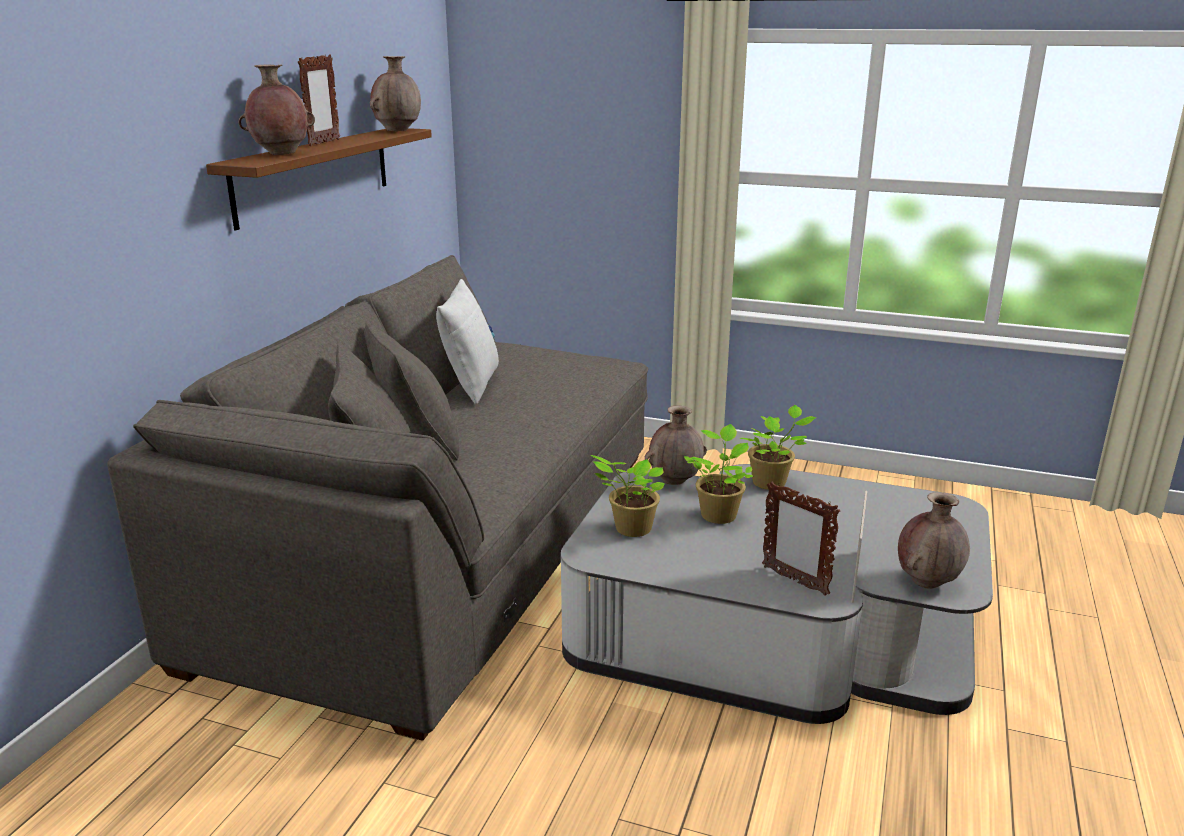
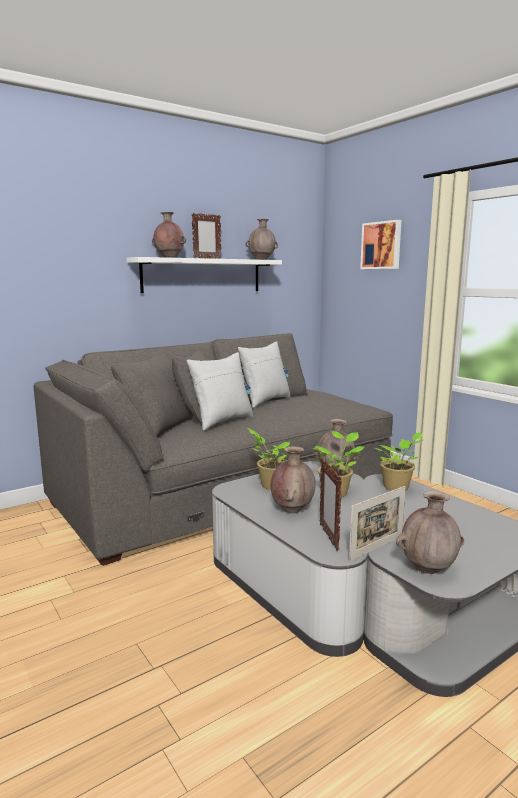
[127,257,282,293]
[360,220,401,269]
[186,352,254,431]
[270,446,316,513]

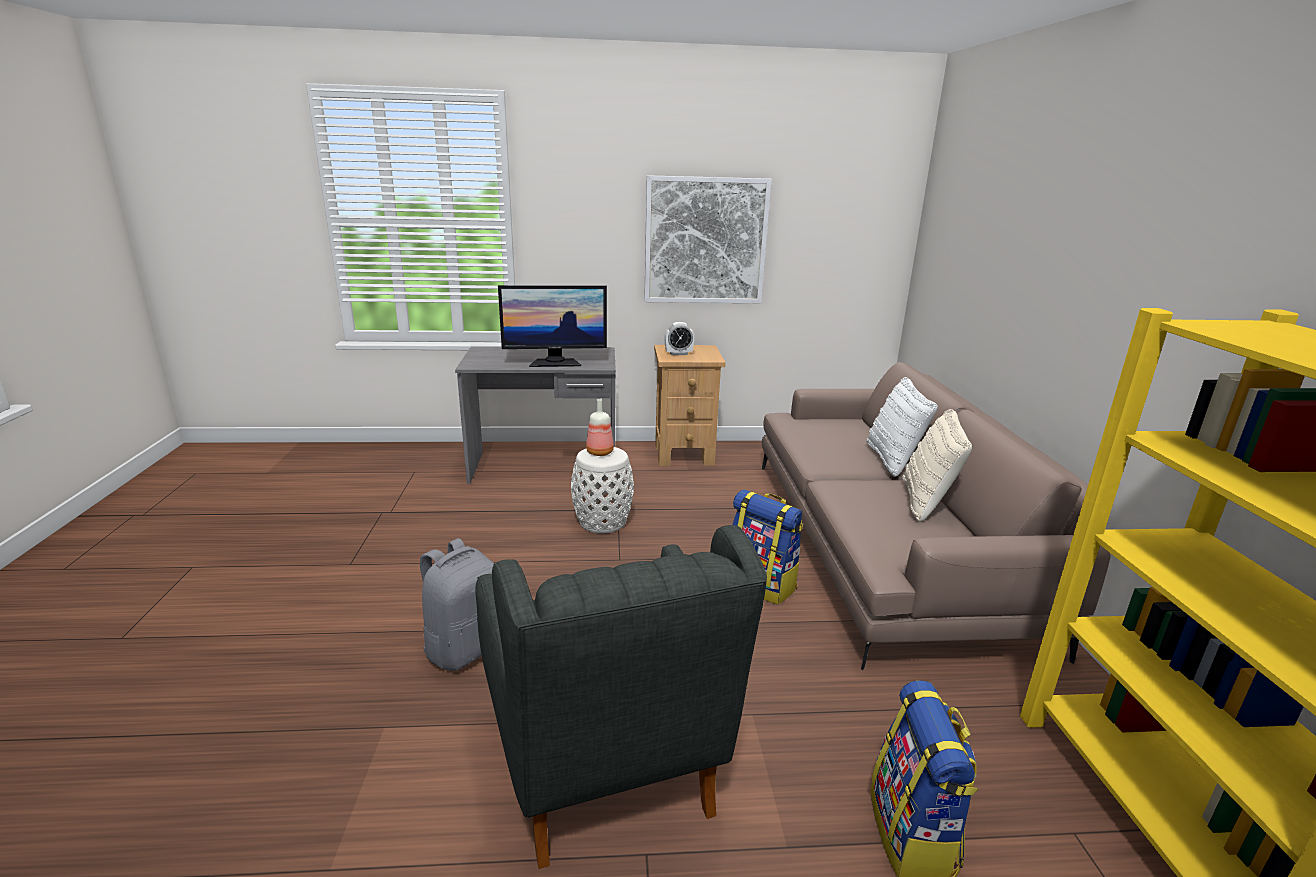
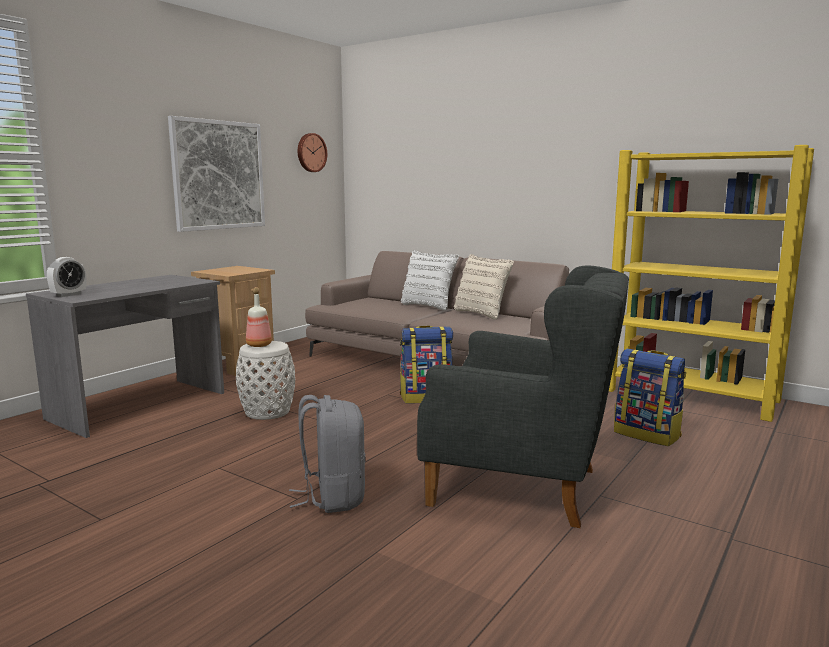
[498,285,607,367] (first image)
[47,257,86,297]
[298,133,327,172]

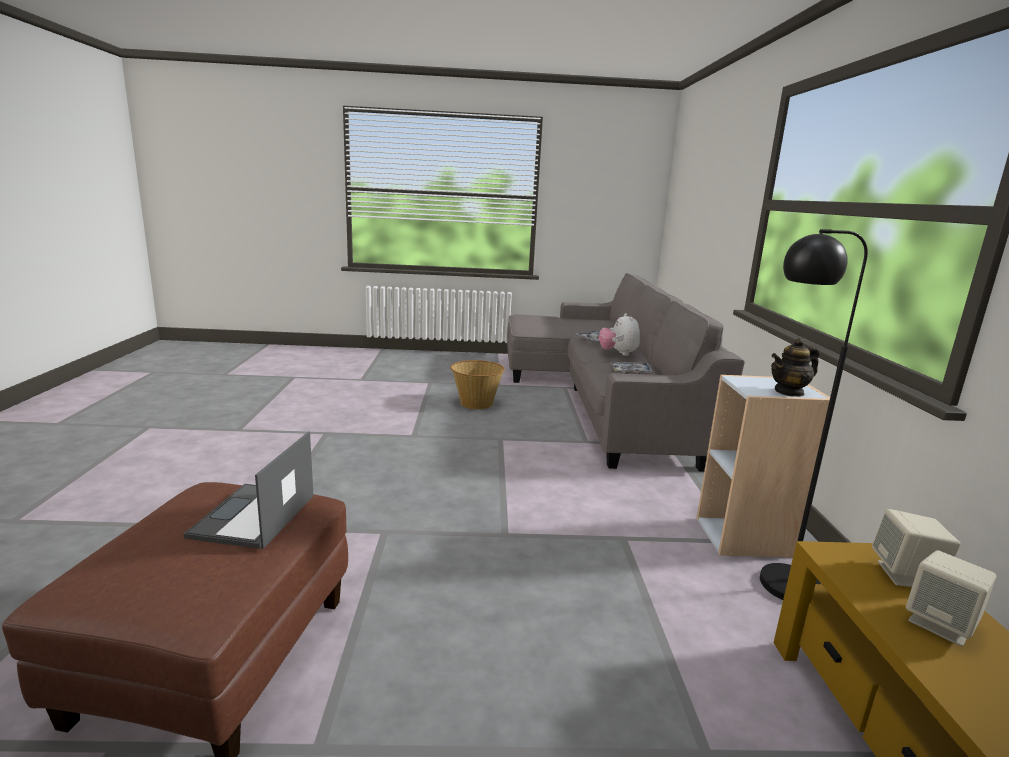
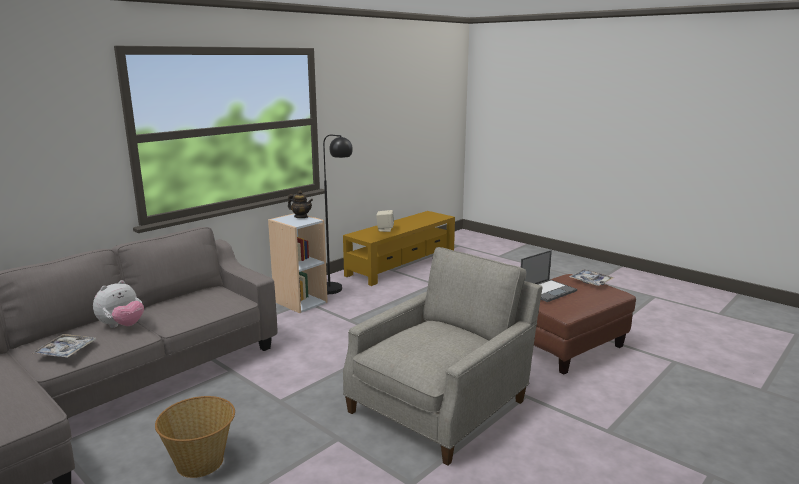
[569,269,614,286]
[872,509,961,587] (first image)
[343,247,542,466]

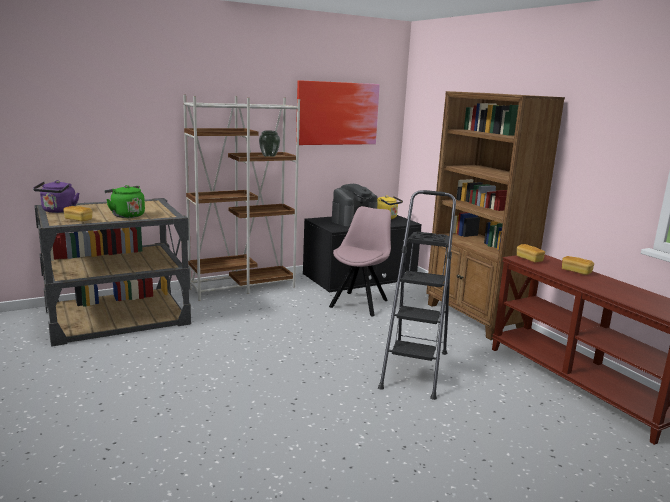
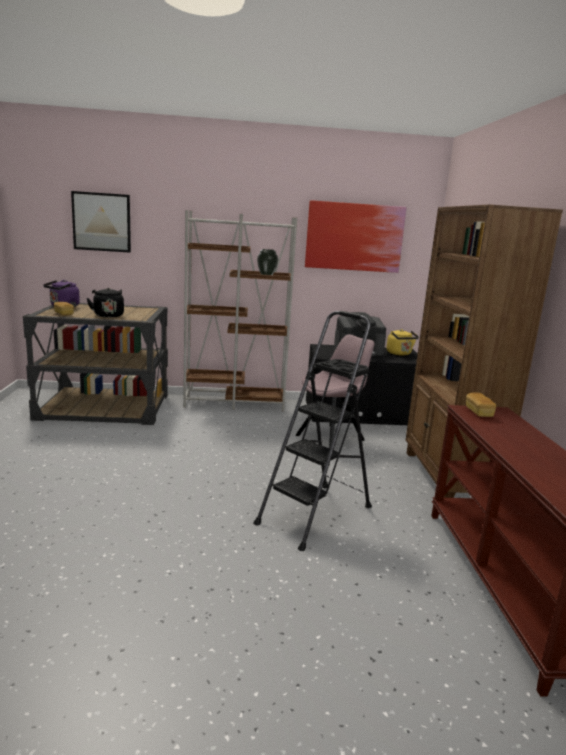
[87,288,124,318]
[562,256,594,275] (first image)
[71,191,131,253]

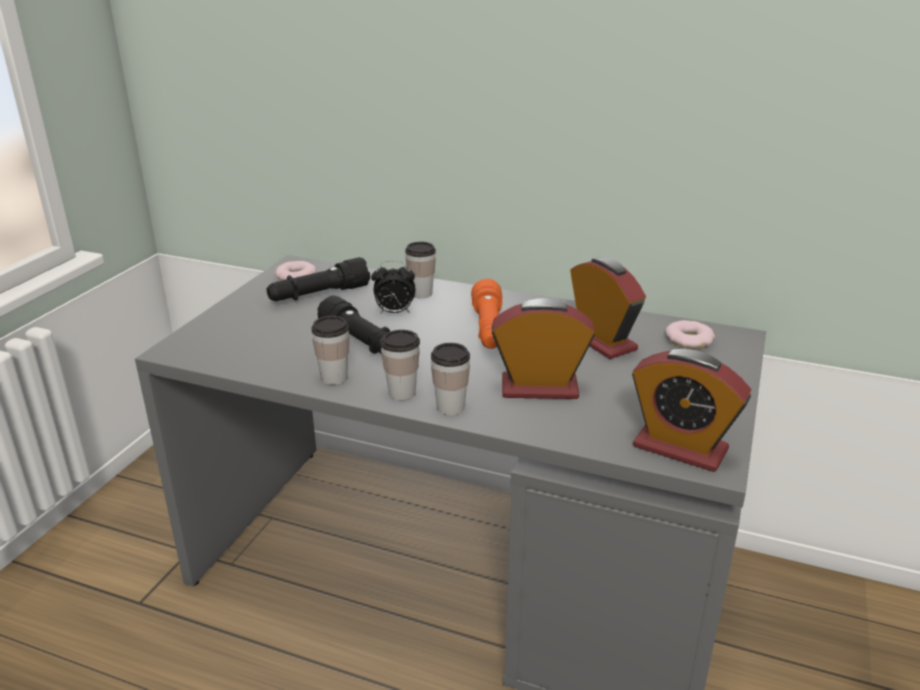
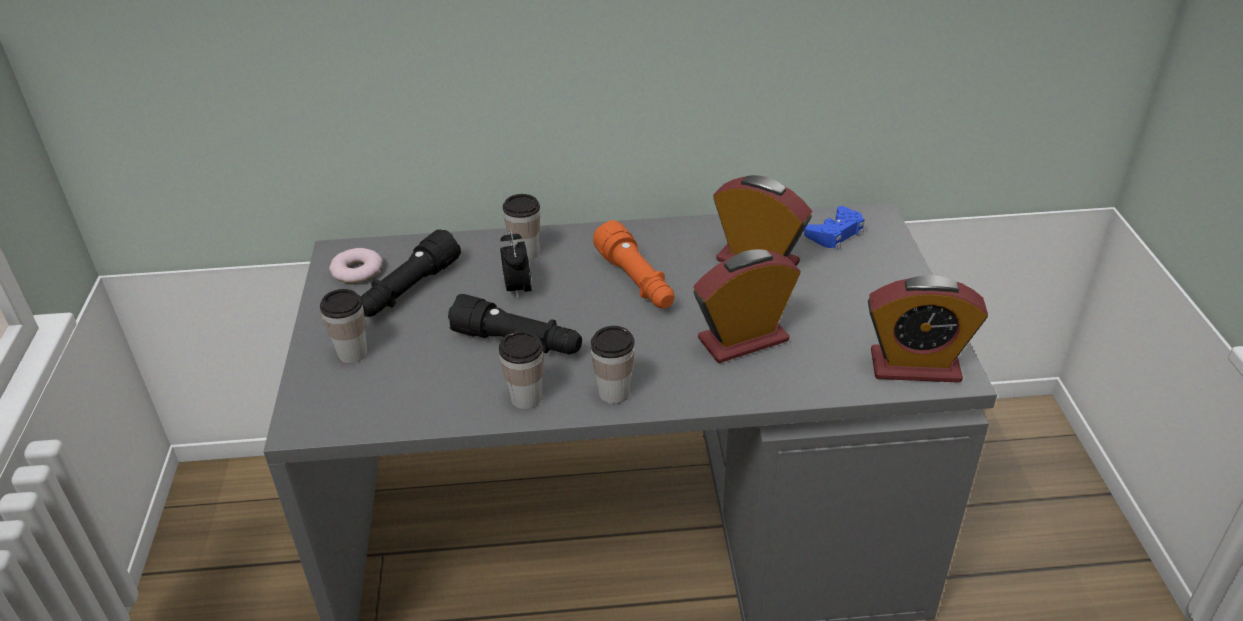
[500,229,532,300]
[804,206,864,250]
[320,289,367,363]

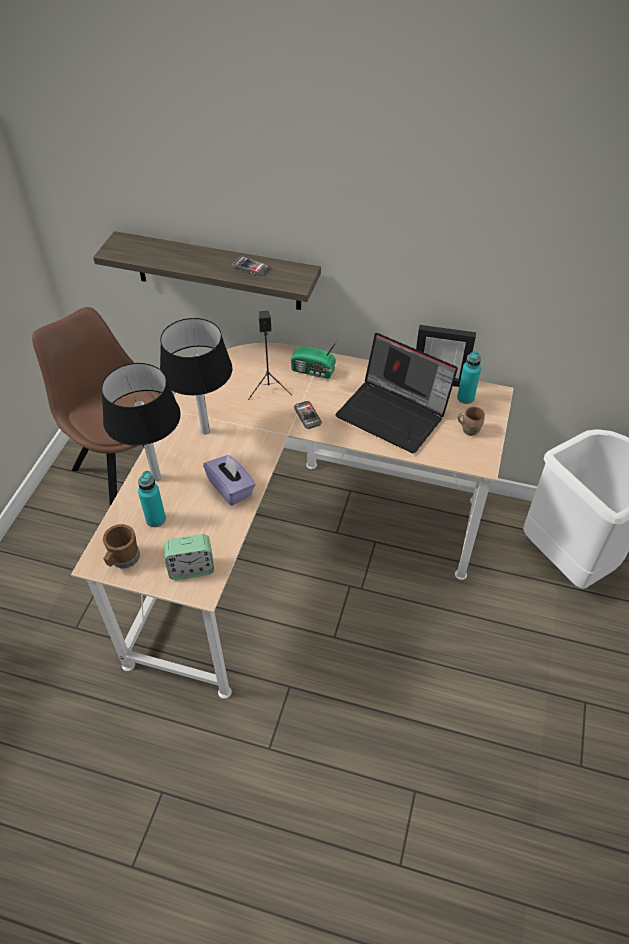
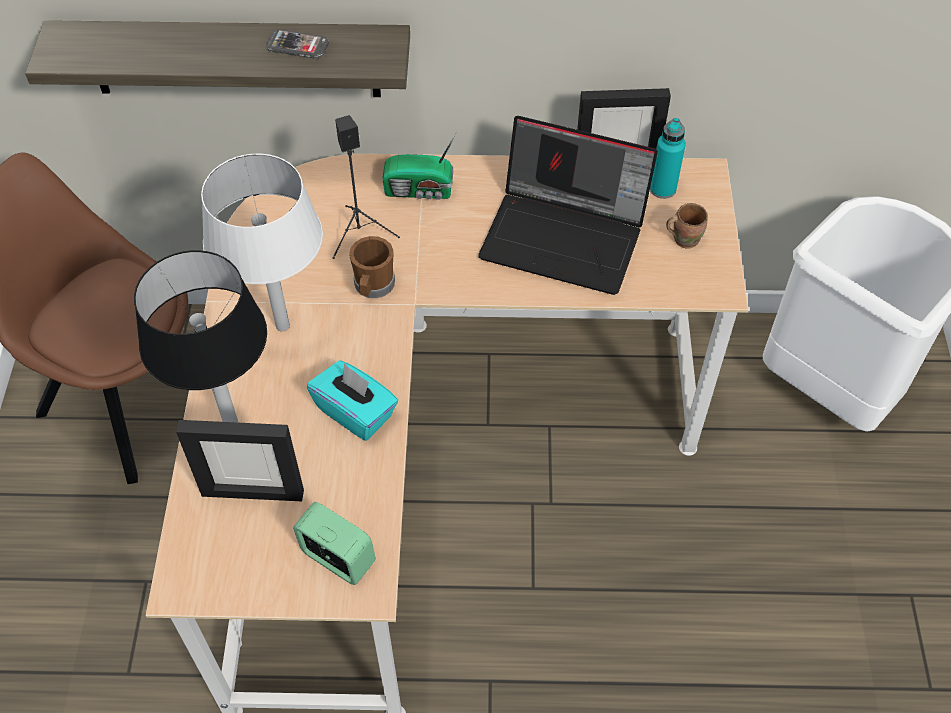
[201,154,323,331]
[294,401,322,429] (first image)
[307,360,398,441]
[176,420,304,501]
[349,236,395,298]
[293,502,376,585]

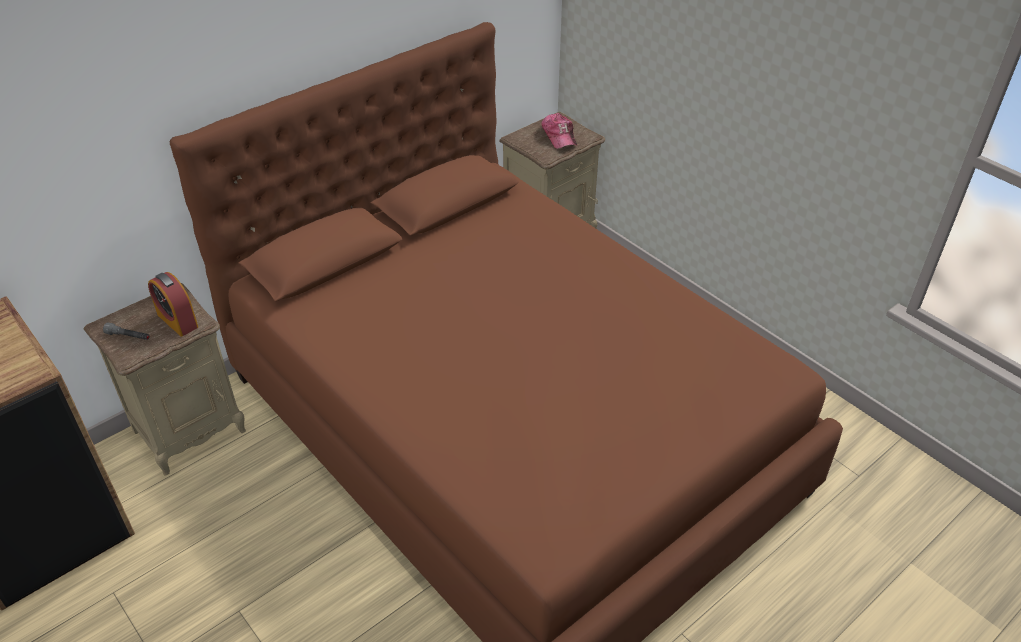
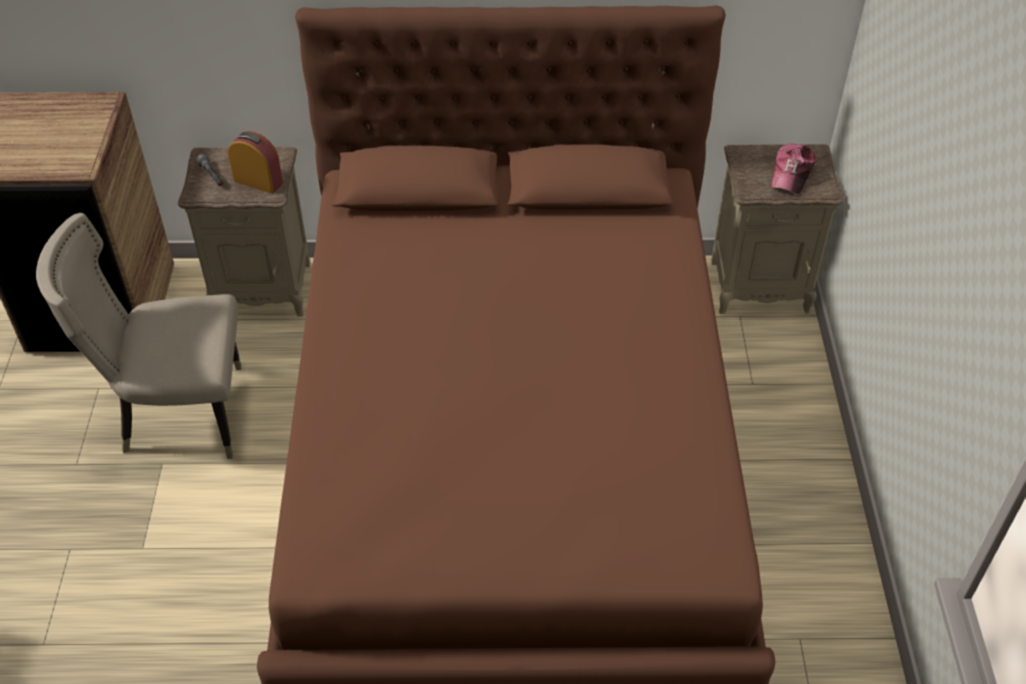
[228,131,283,194]
[36,213,241,459]

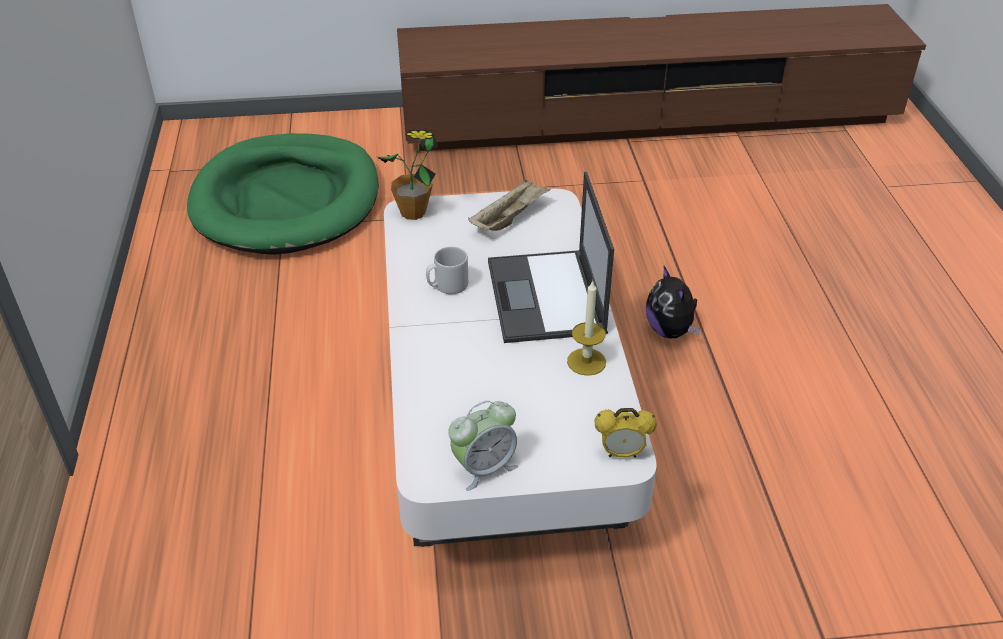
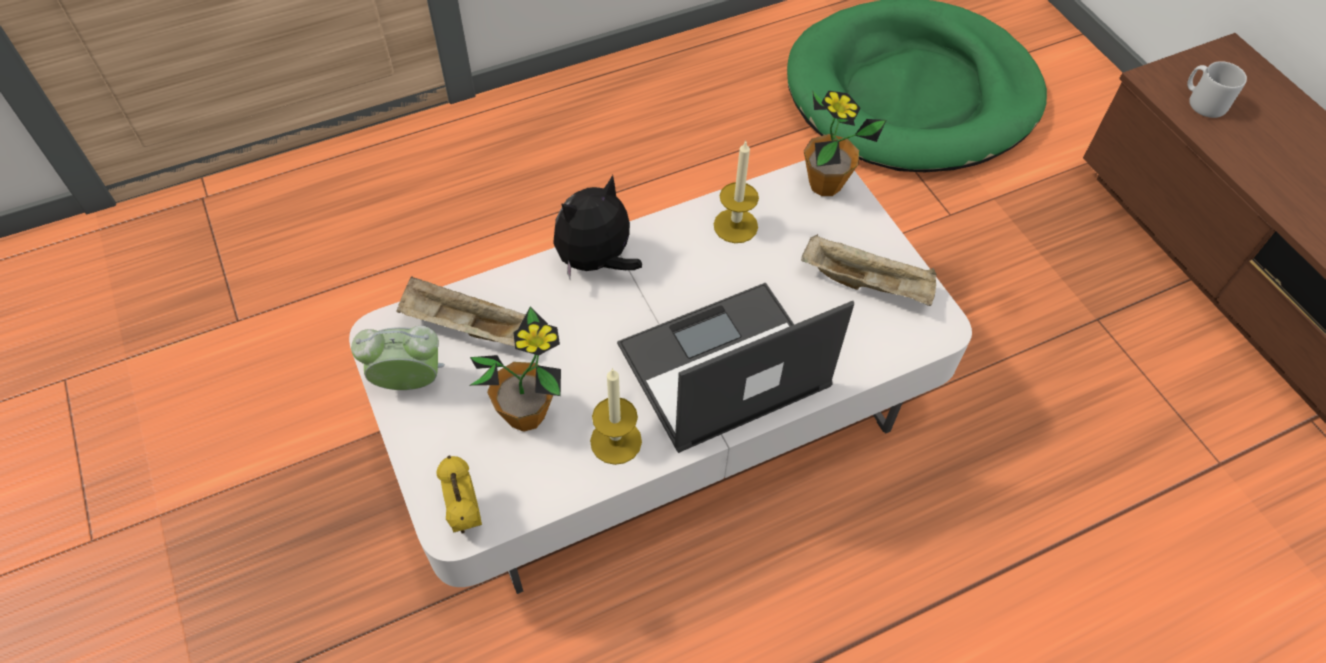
[1187,61,1247,118]
[553,175,642,279]
[351,326,445,390]
[714,141,759,243]
[396,276,526,346]
[469,306,561,432]

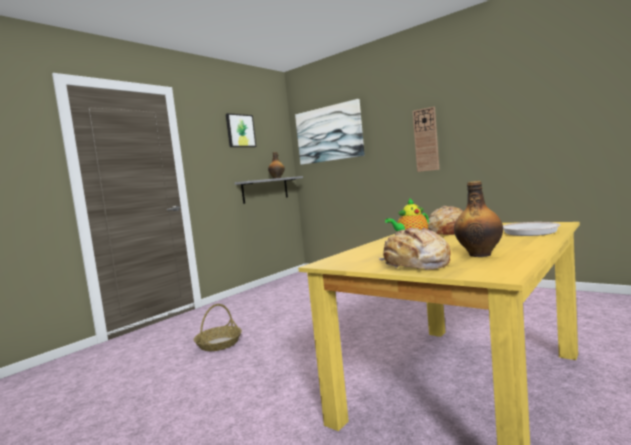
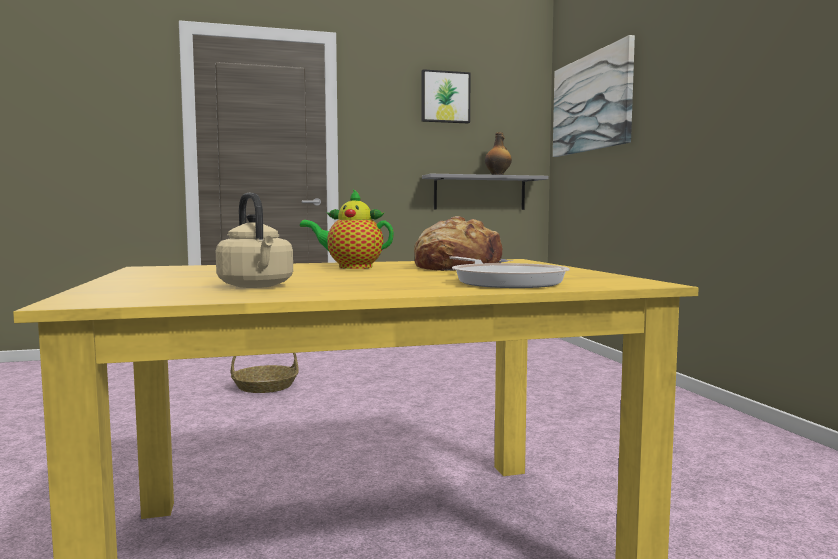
[413,106,440,172] (first image)
[216,193,293,288]
[379,228,451,269] (first image)

